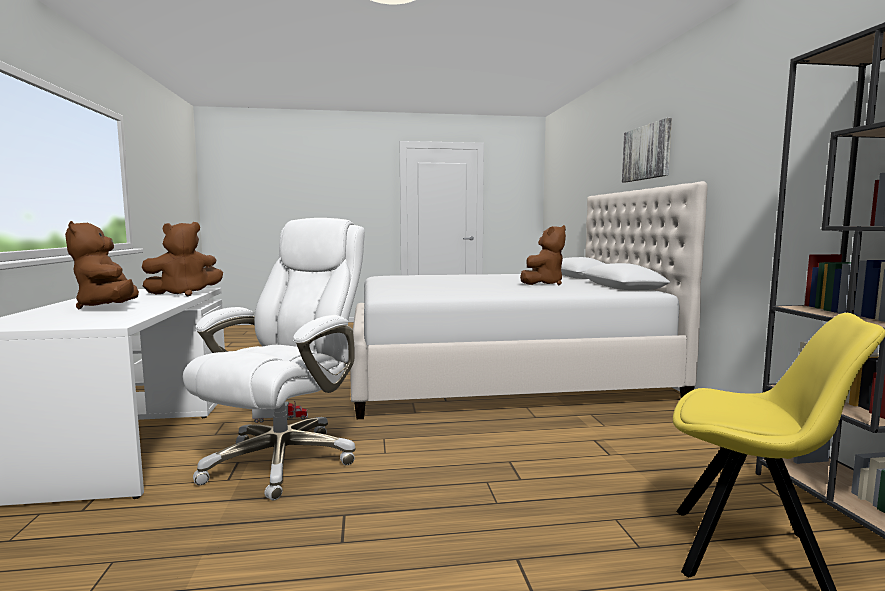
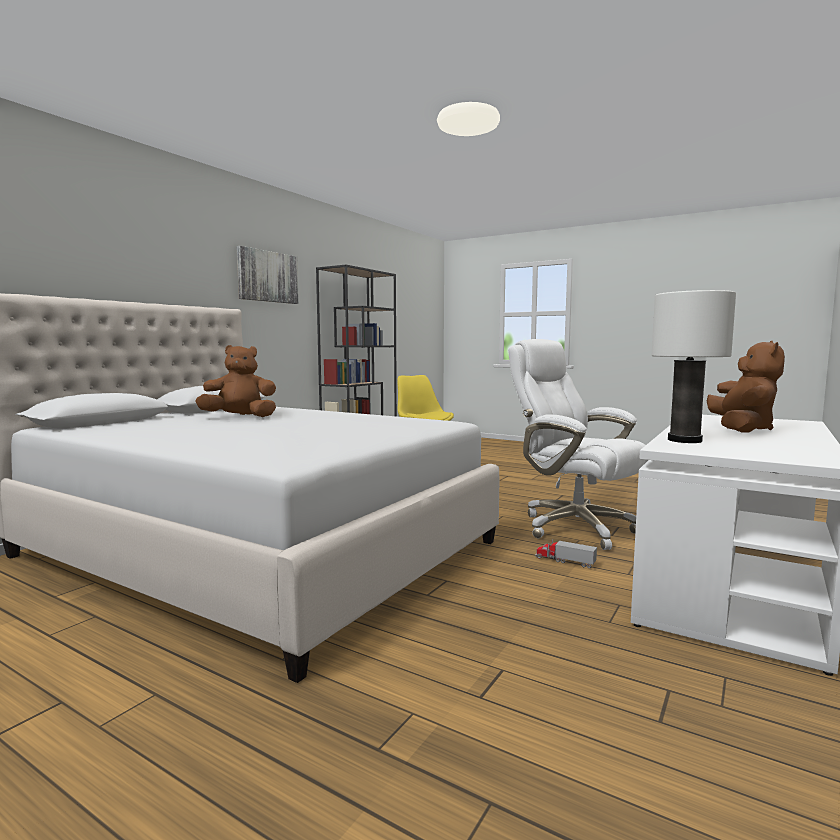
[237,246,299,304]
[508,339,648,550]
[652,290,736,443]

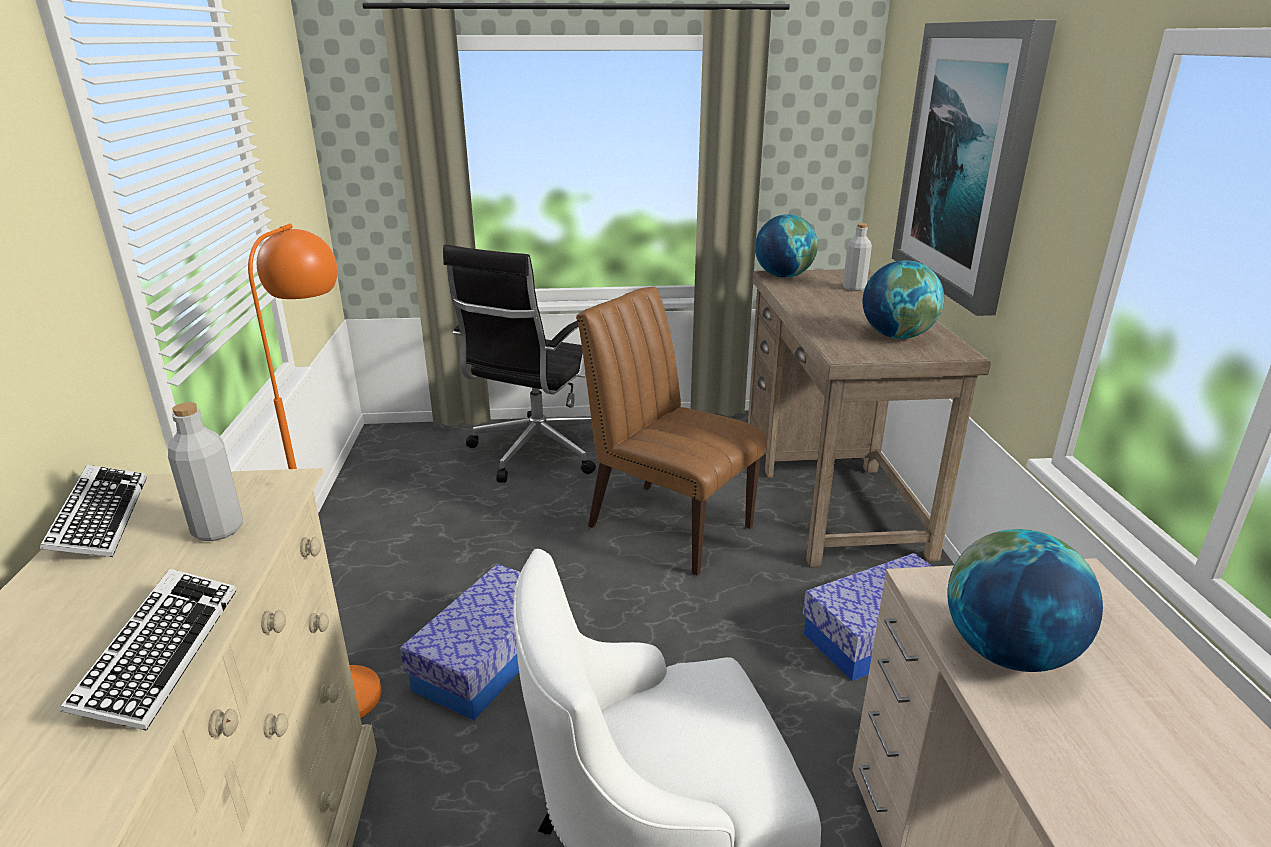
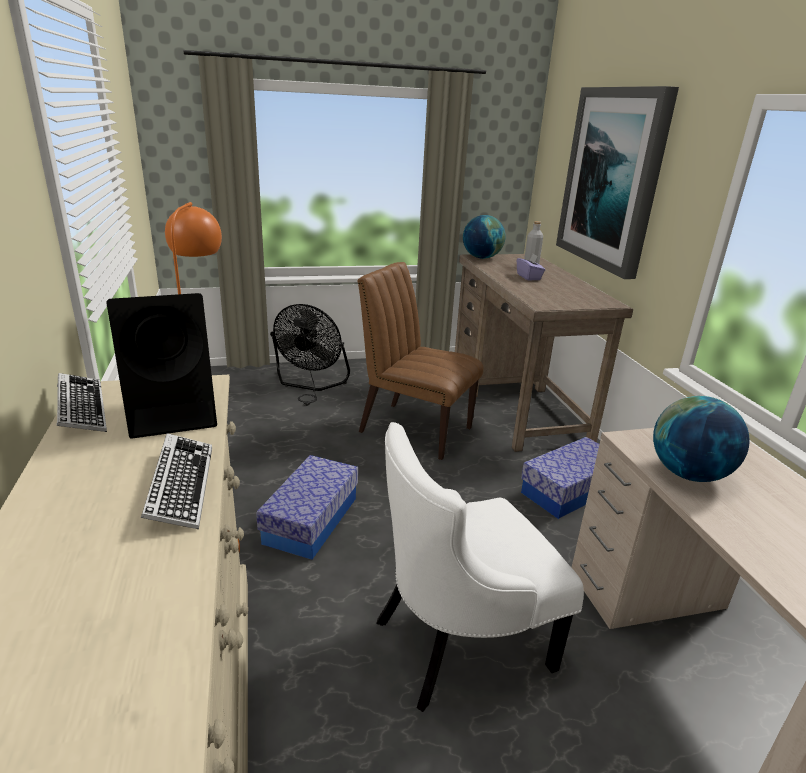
[270,304,350,406]
[863,260,944,339] (first image)
[106,293,217,439]
[517,254,545,281]

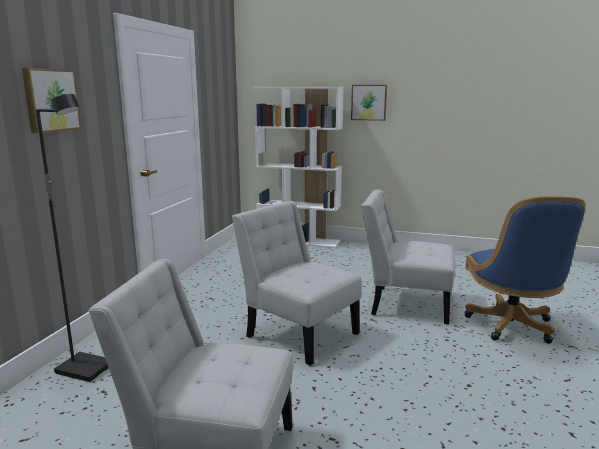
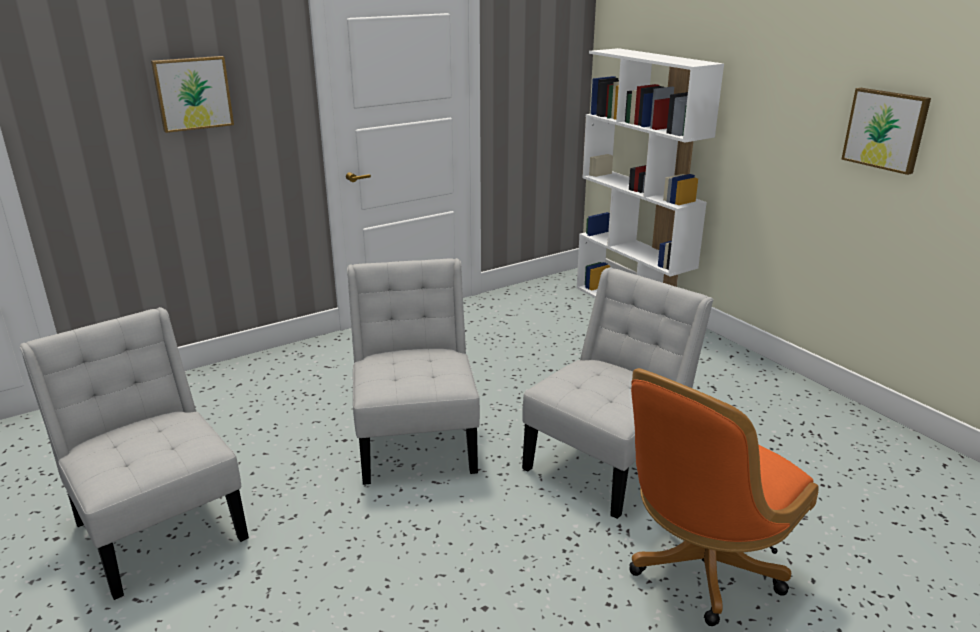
[841,88,931,175]
[36,94,109,382] (first image)
[522,267,714,519]
[629,368,819,626]

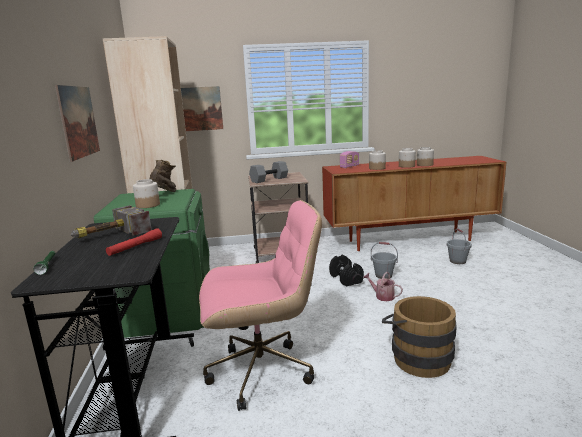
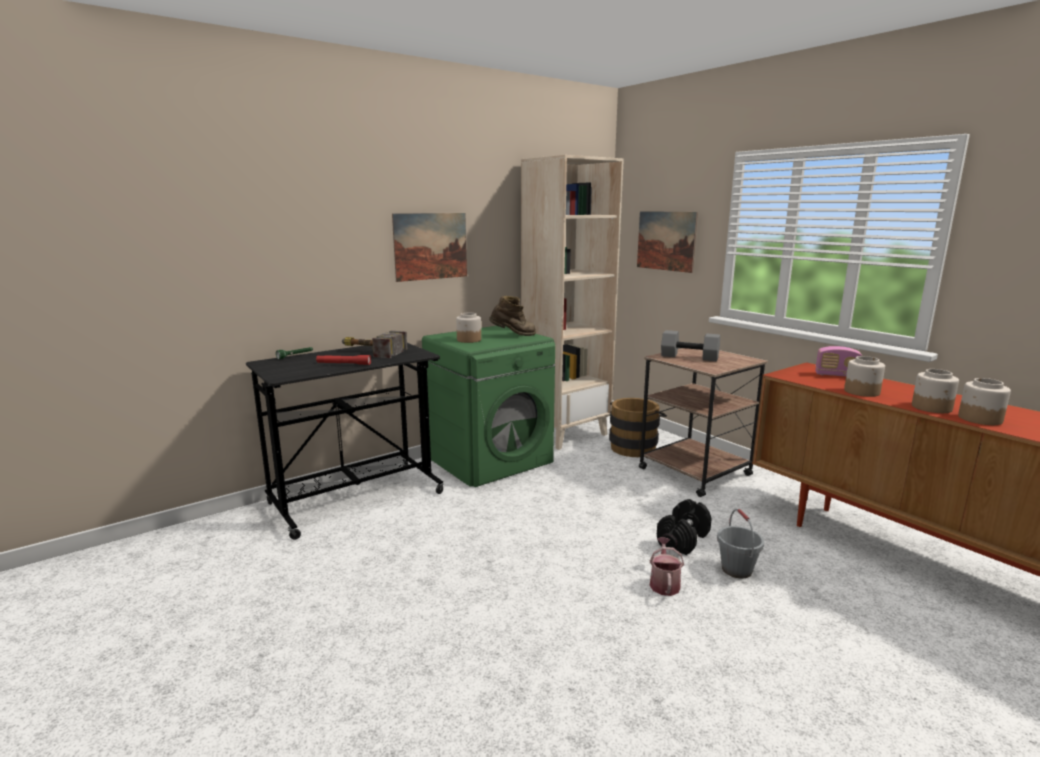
[199,200,322,411] (first image)
[447,228,472,264] (first image)
[609,398,667,457]

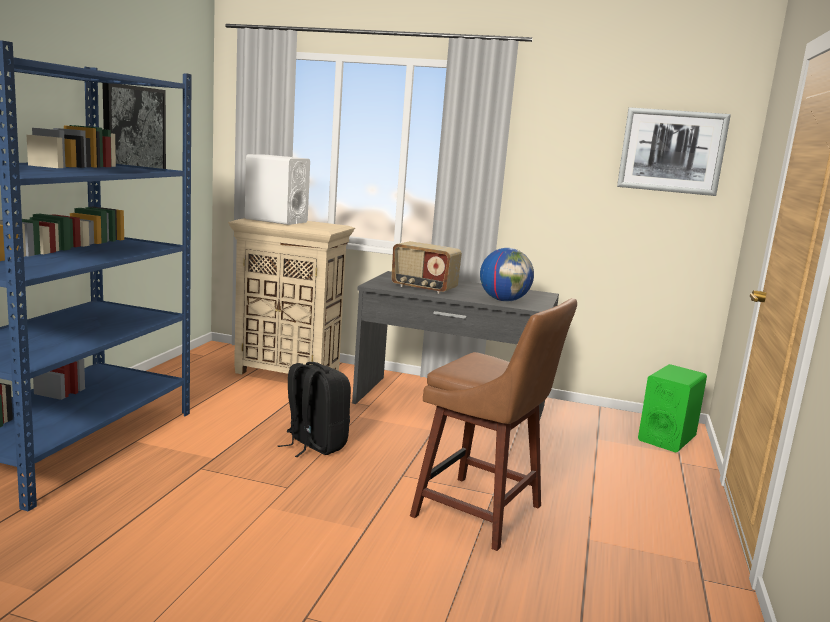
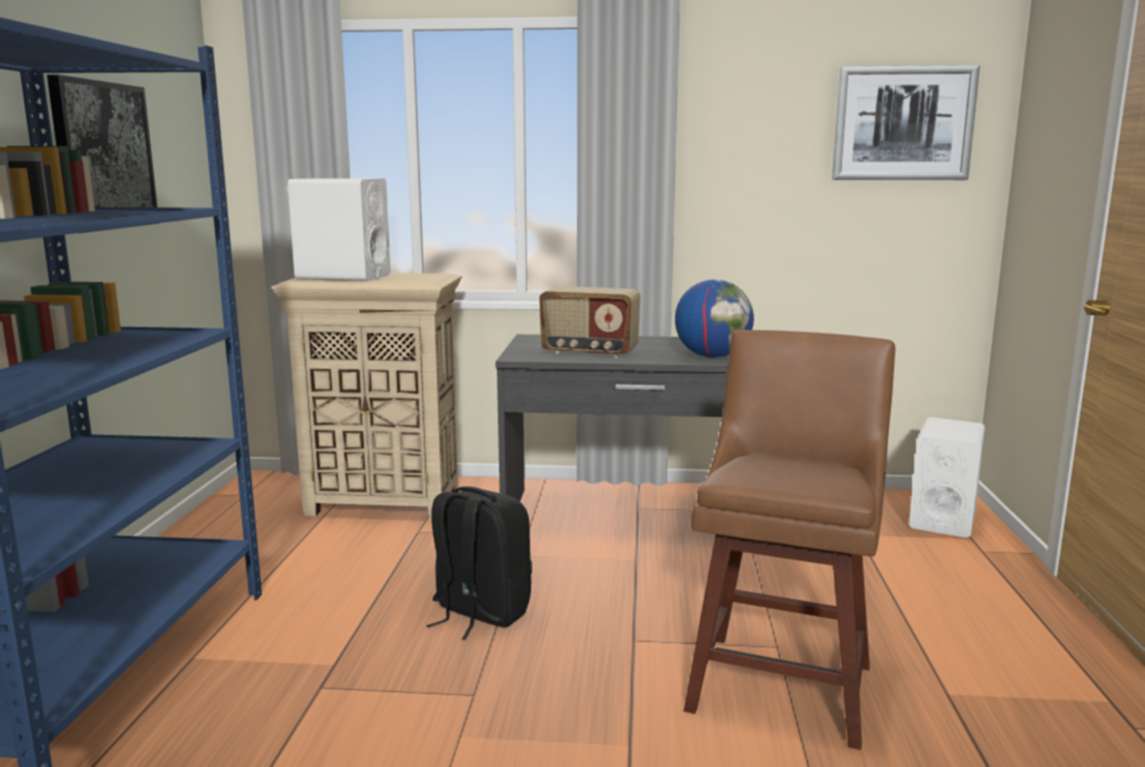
[684,330,895,750]
[909,417,985,538]

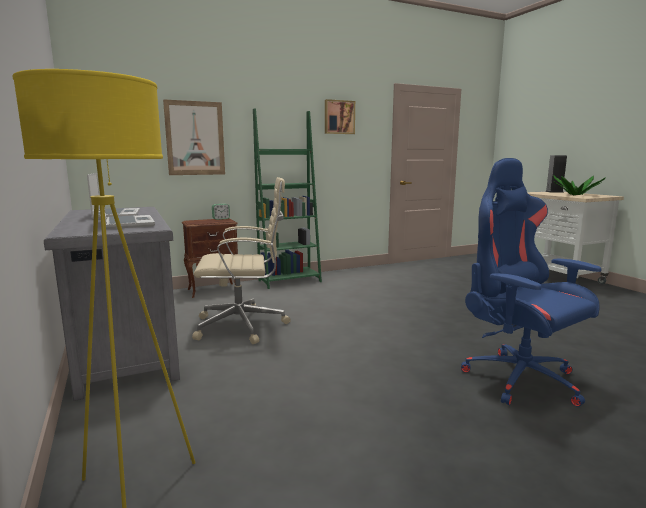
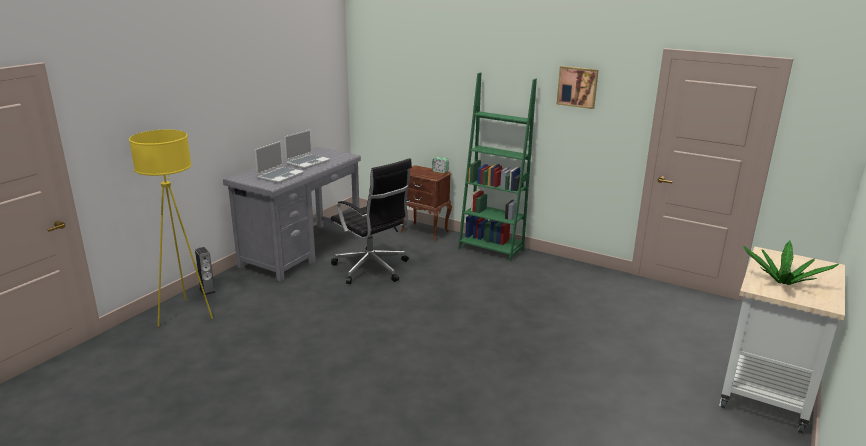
[163,99,225,175] (first image)
[195,247,216,295]
[461,158,601,407] (first image)
[331,158,412,284]

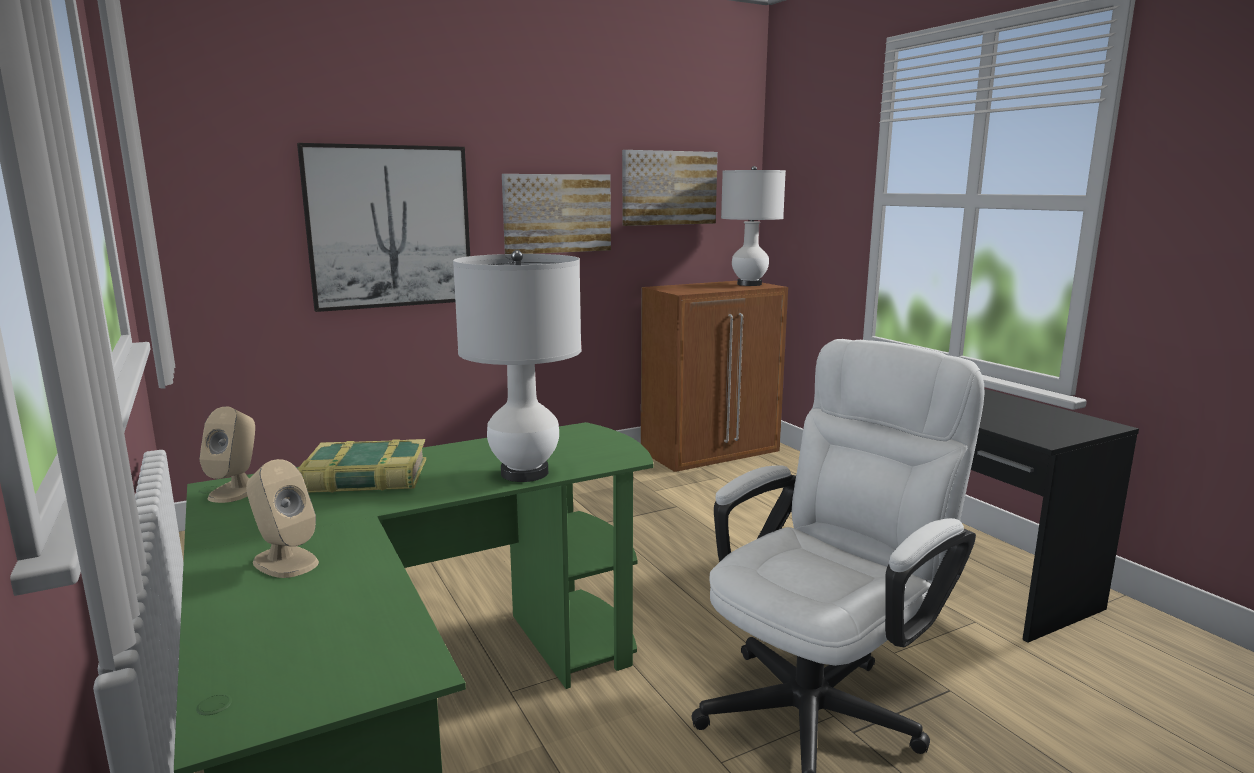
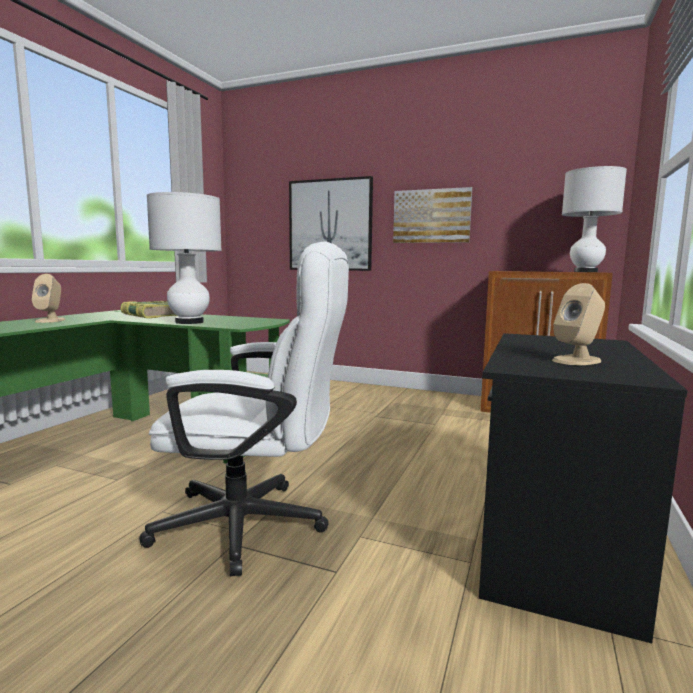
[622,150,718,226] (first image)
[552,283,605,365]

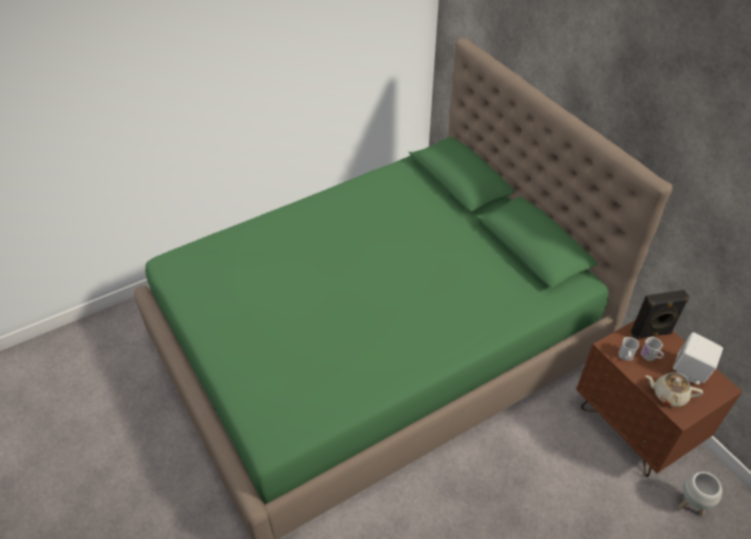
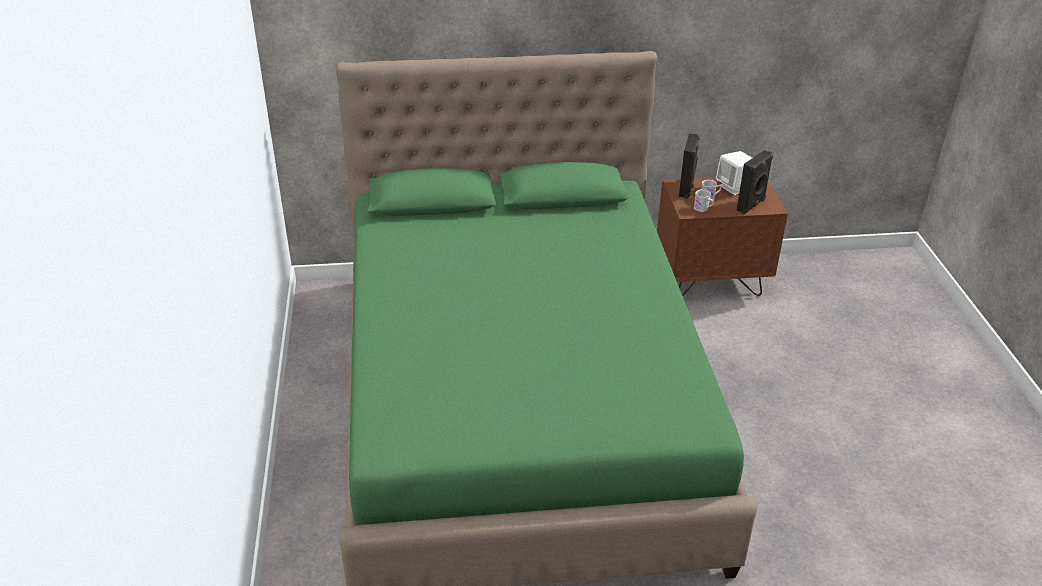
[737,150,773,214]
[678,472,722,516] (first image)

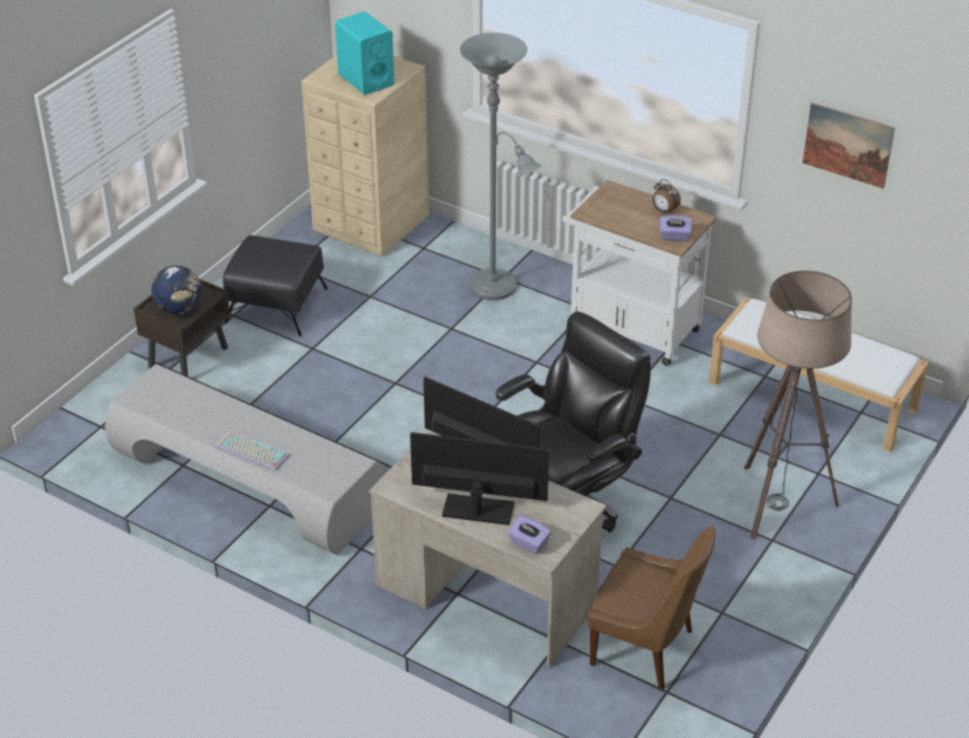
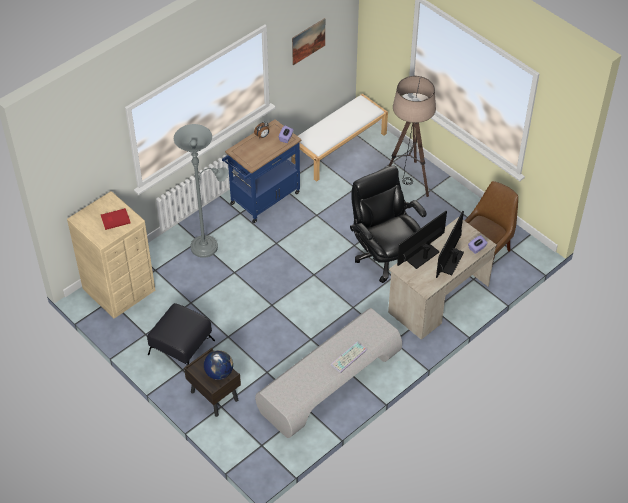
[101,208,131,230]
[222,119,302,223]

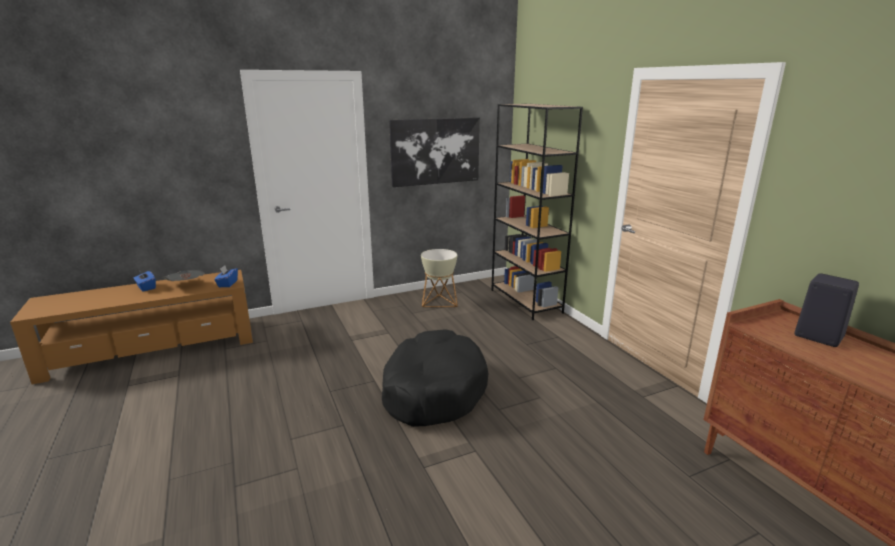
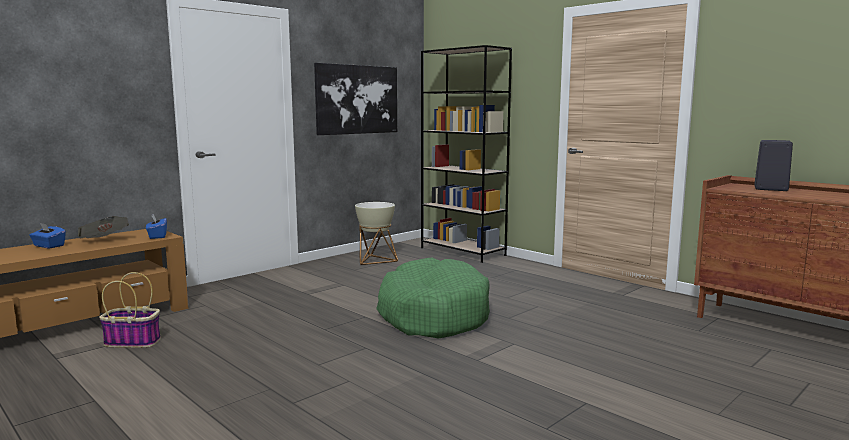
[376,258,490,339]
[99,272,161,348]

